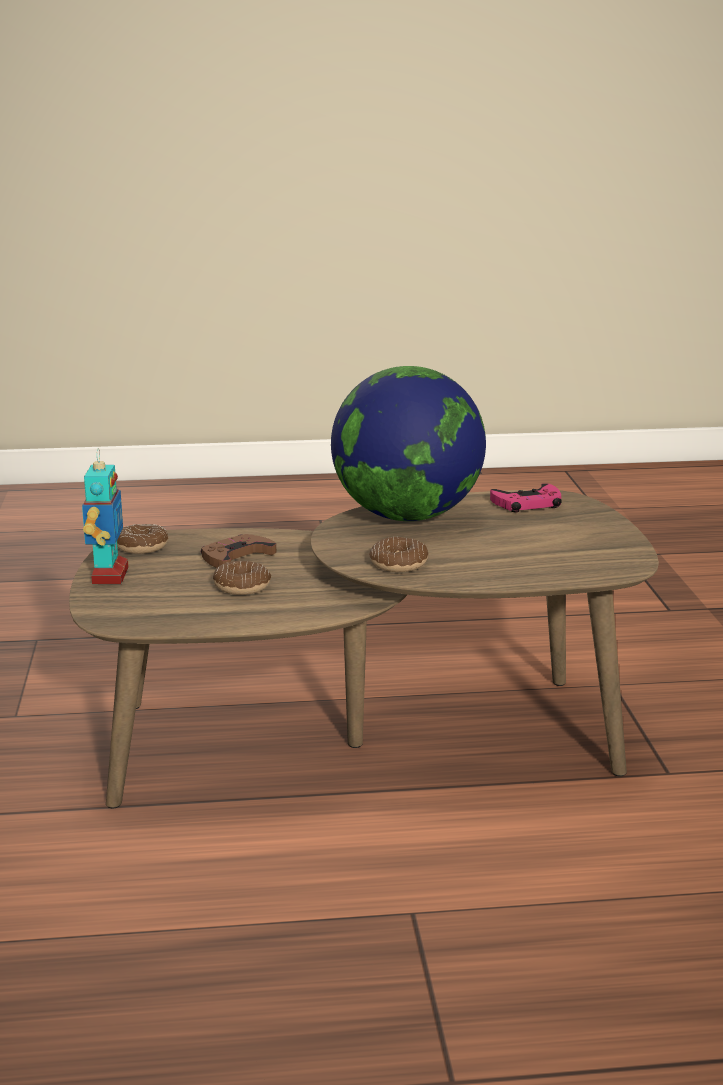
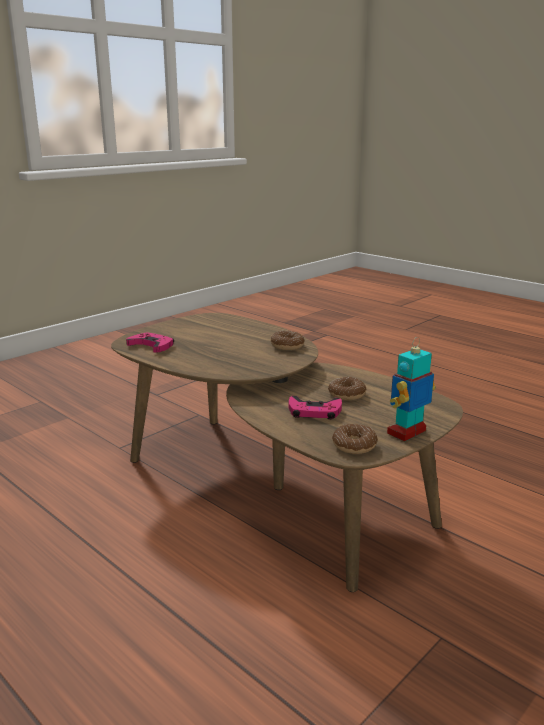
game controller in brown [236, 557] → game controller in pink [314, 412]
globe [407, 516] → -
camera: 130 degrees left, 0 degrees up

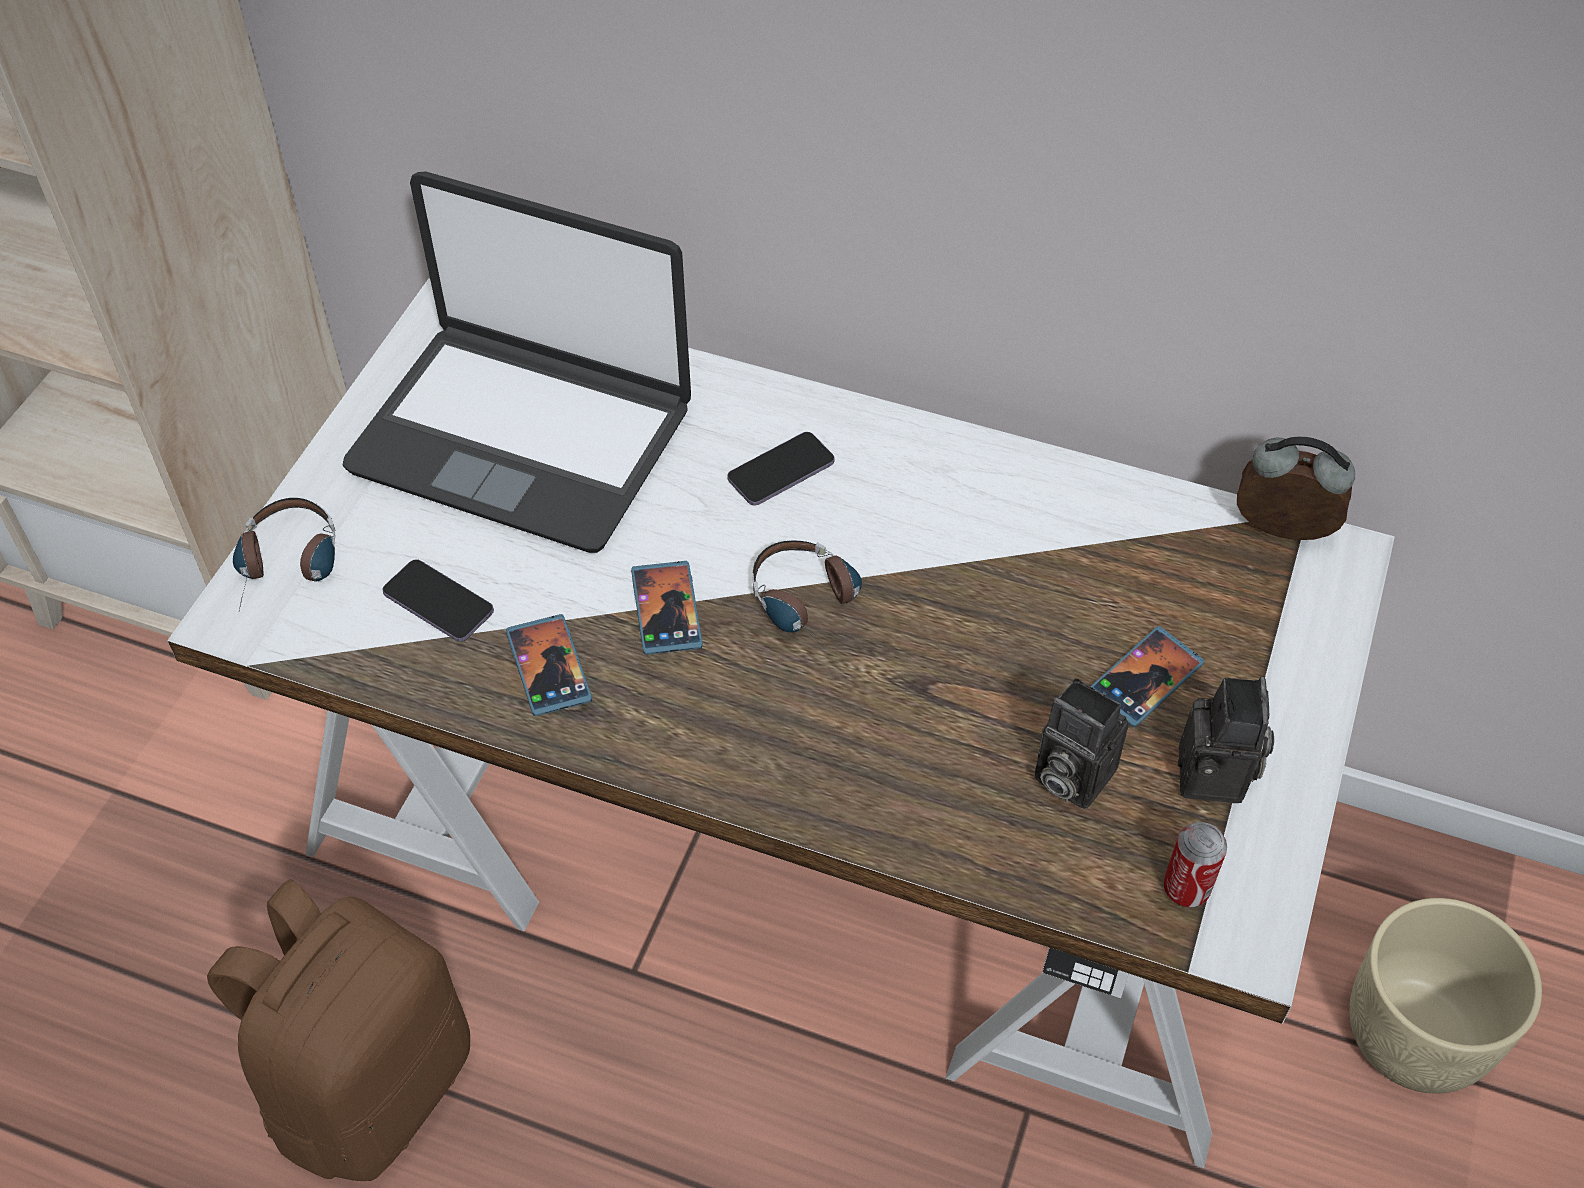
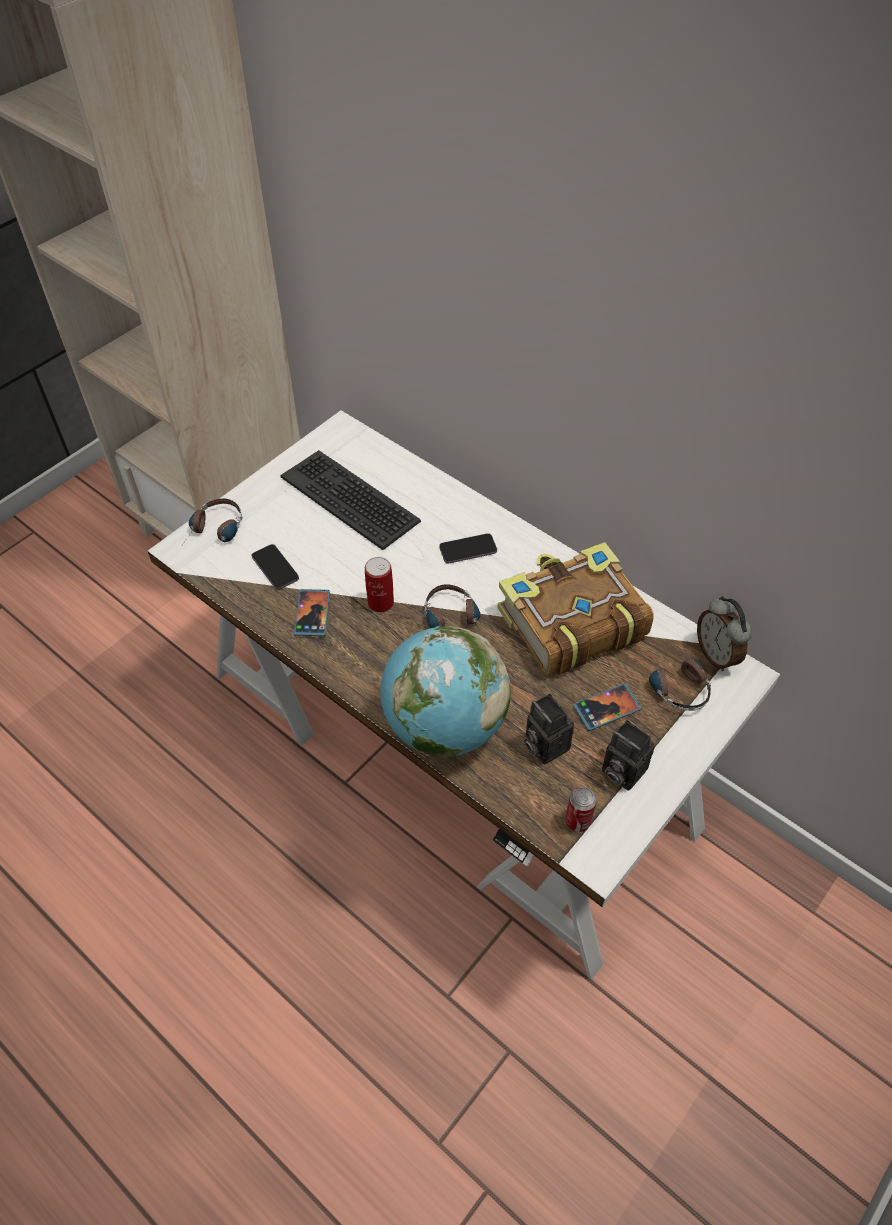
laptop [523, 437] → keyboard [350, 499]
phone [667, 610] → can [380, 602]
- → globe [444, 726]
- → book [569, 622]
photo camera [1216, 779] → photo camera [620, 770], 105 degrees clockwise
- → headphones [674, 683]
alarm clock [1281, 533] → alarm clock [716, 654], 150 degrees counterclockwise
backpack in brown [370, 1084] → -
planter in beige [1416, 1035] → -
camera: 20 degrees right, 0 degrees up

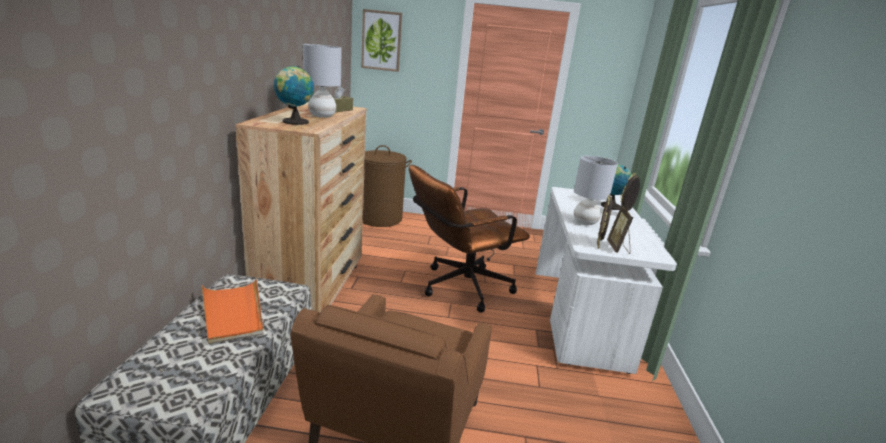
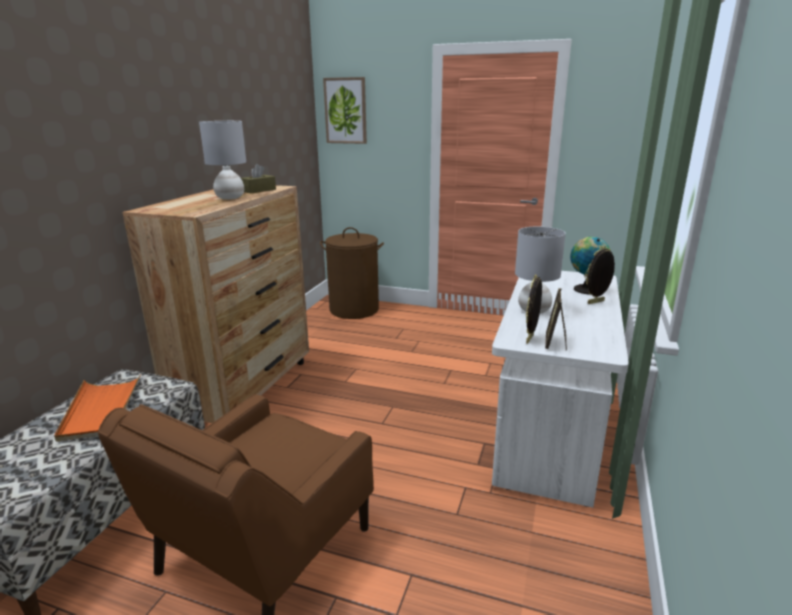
globe [294, 122] → -
office chair in brown [459, 288] → -
camera: 15 degrees right, 0 degrees up

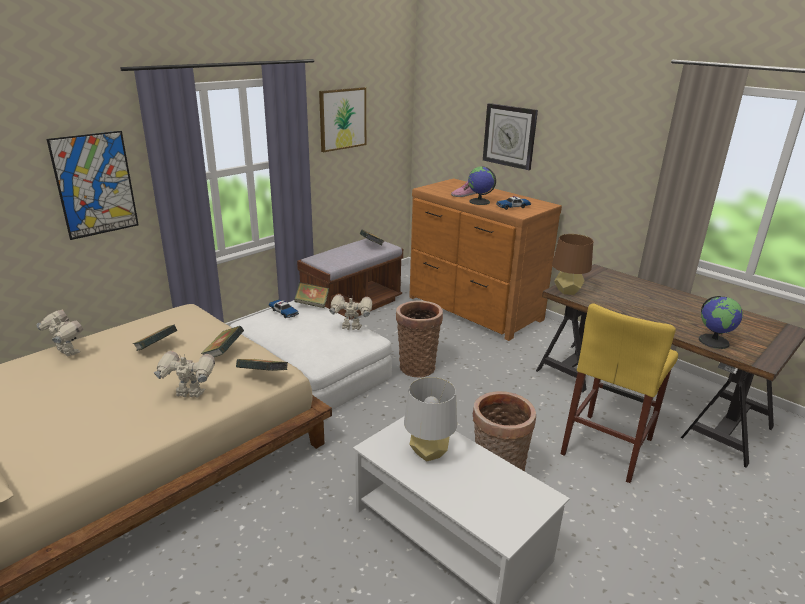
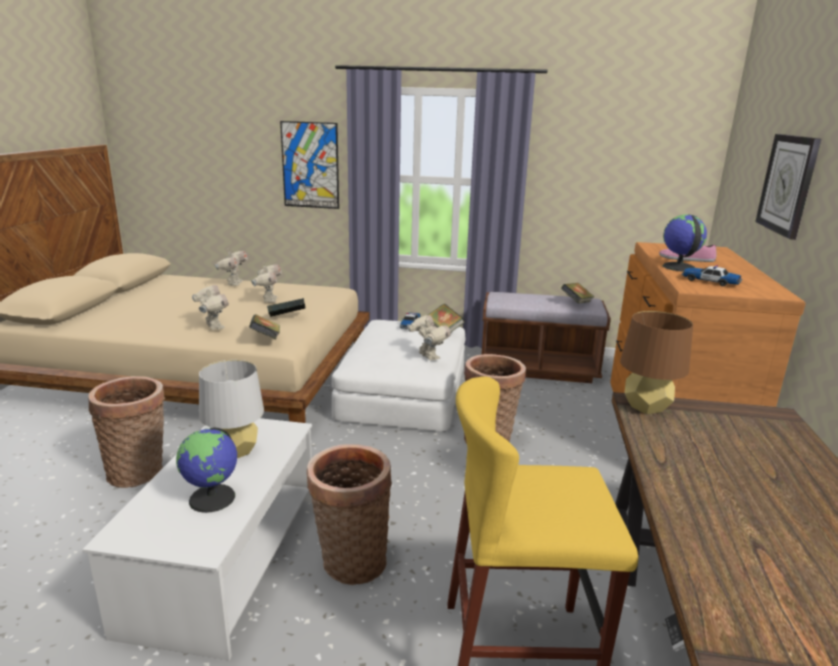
- → basket [139, 472]
globe [714, 341] → globe [213, 498], shifted
book [157, 348] → toy robot [269, 300]
picture [342, 119] → -
camera: 55 degrees right, 5 degrees down

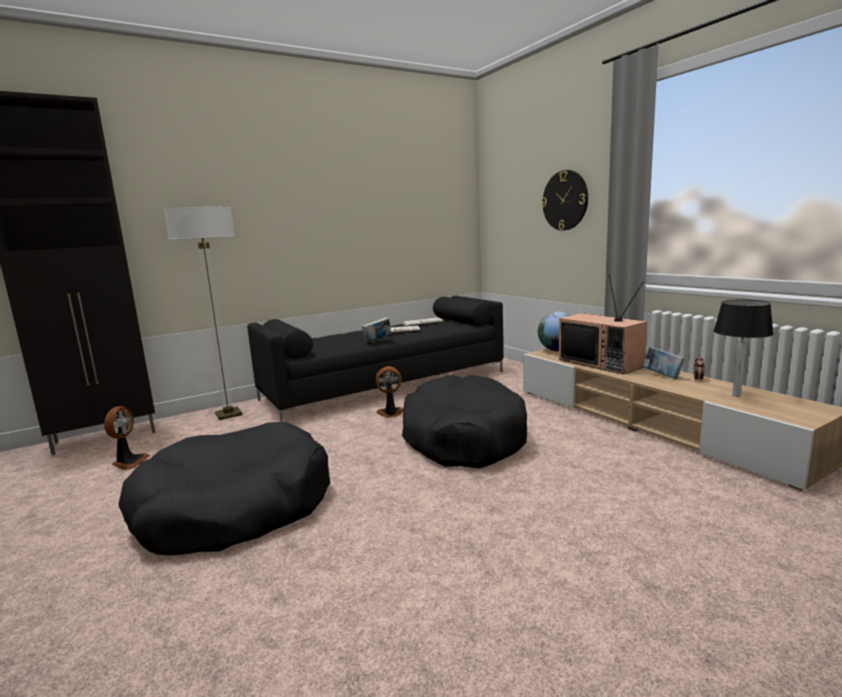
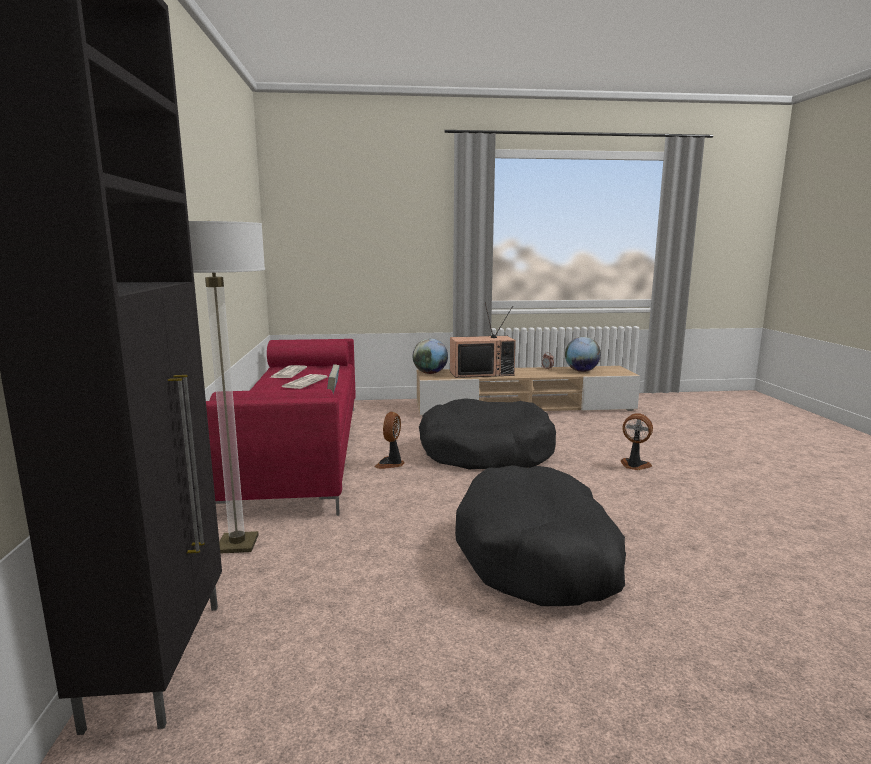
sofa in black [386, 385] → sofa in red [299, 451]
table lamp [735, 395] → globe [581, 371]
fan [129, 462] → fan [634, 465], shifted
wall clock [565, 200] → -
book [662, 376] → -
camera: 65 degrees left, 0 degrees up

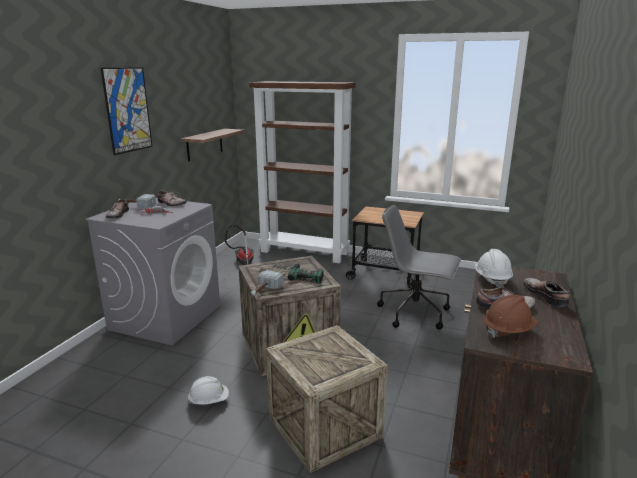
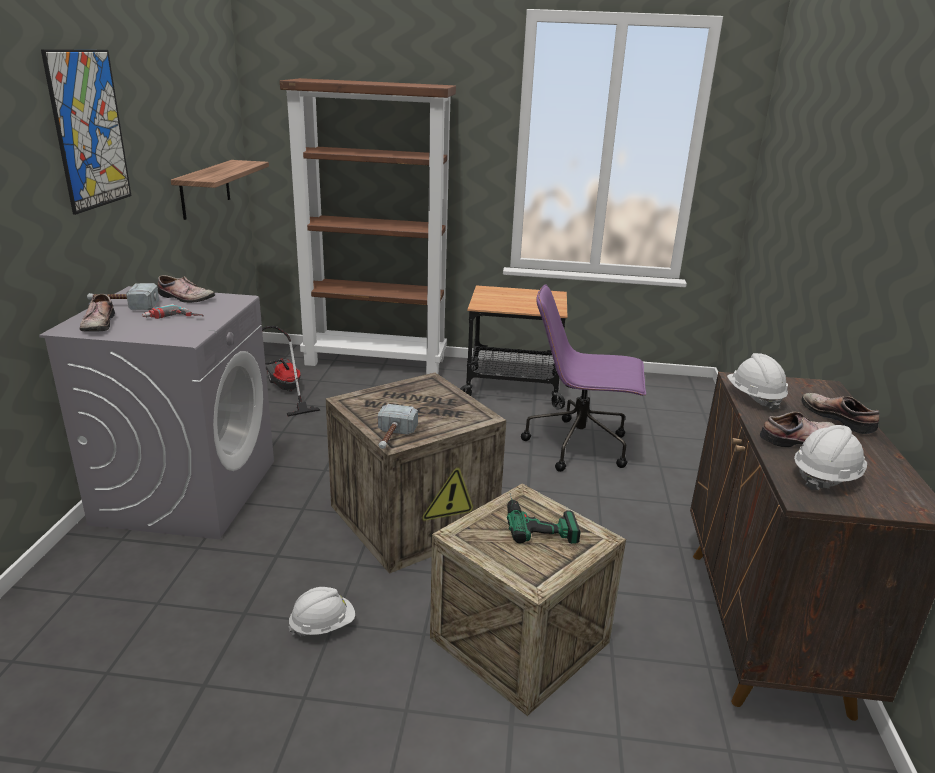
power drill [307, 274] → power drill [538, 521], shifted
office chair in grey [415, 313] → office chair in purple [579, 446]
hard hat in brown [508, 331] → hard hat in white [825, 477]
camera: 15 degrees left, 5 degrees up

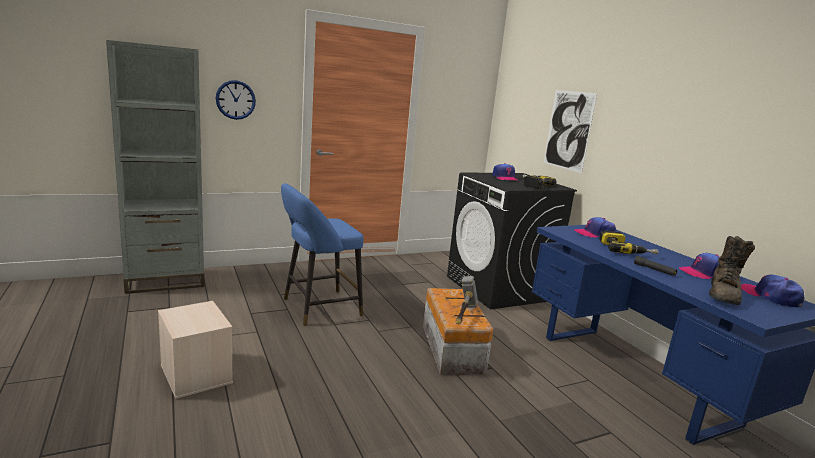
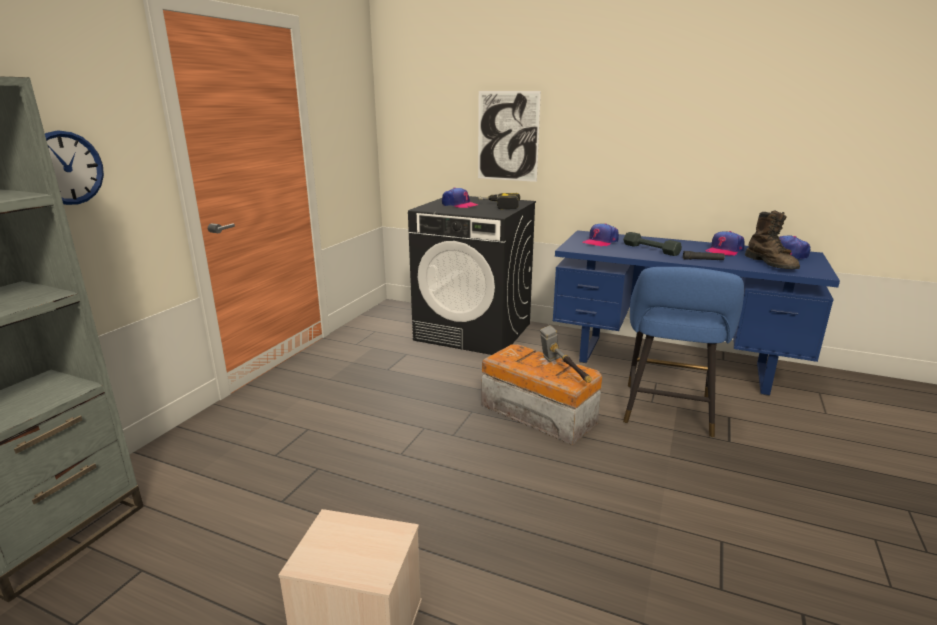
power drill [625, 250] → dumbbell in grey [650, 249]
stool in blue [317, 308] → stool in blue [667, 413], shifted
camera: 40 degrees left, 5 degrees up

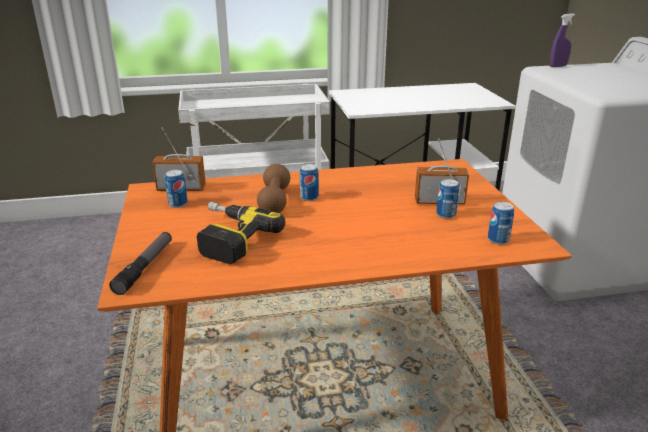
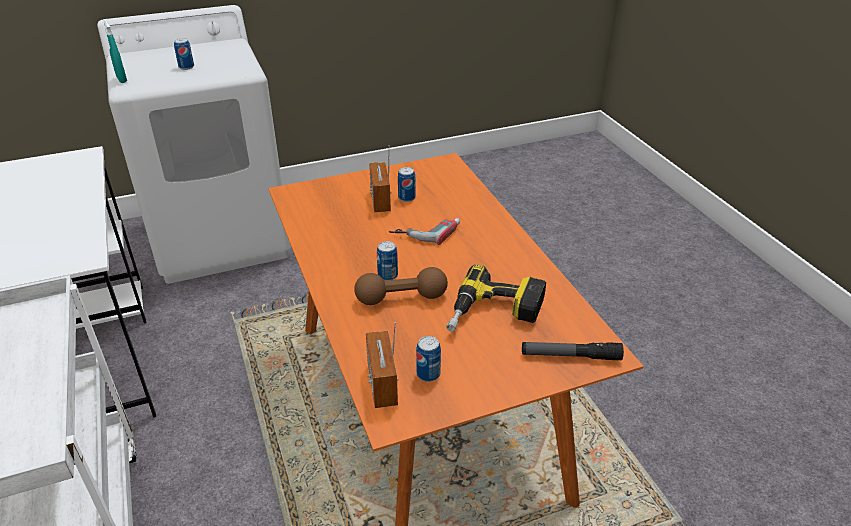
spray bottle in purple [558, 66] → spray bottle in turquoise [121, 79]
can [498, 240] → can [186, 67], shifted
- → power drill [426, 230]
camera: 100 degrees left, 10 degrees up

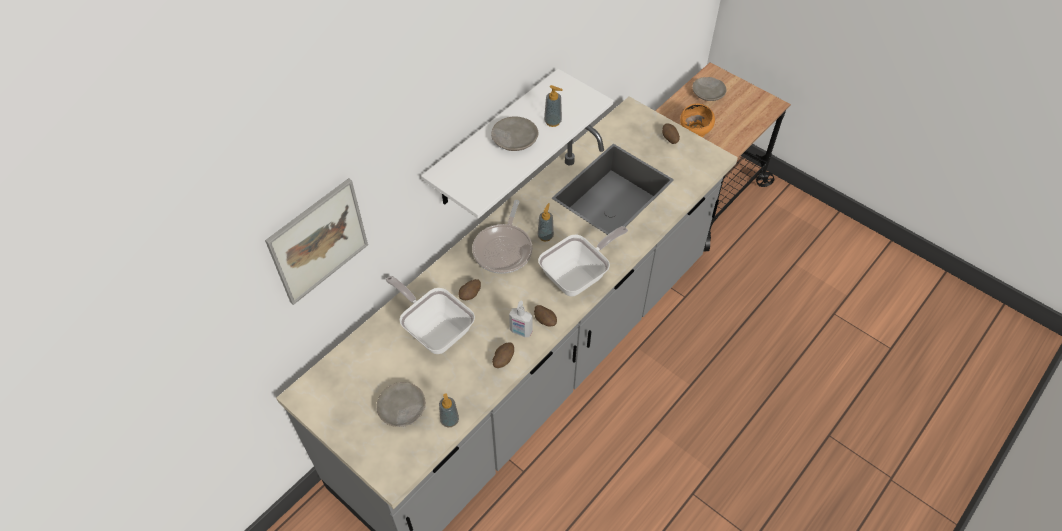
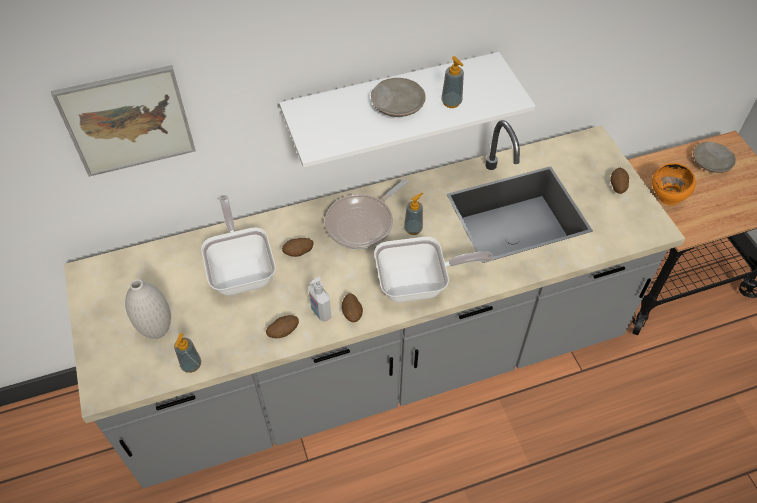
plate in beige [402, 409] → vase in white [157, 331]
camera: 30 degrees right, 0 degrees up

